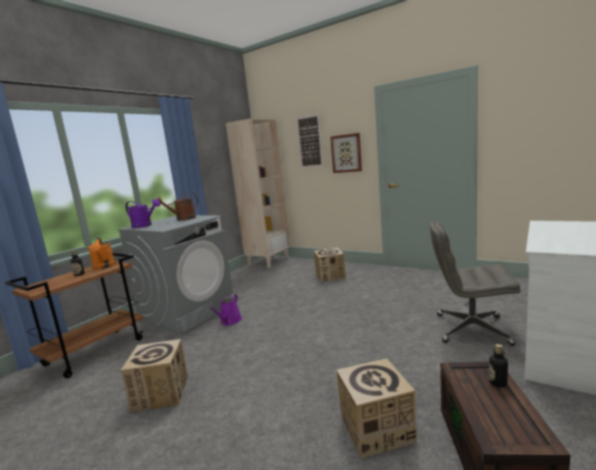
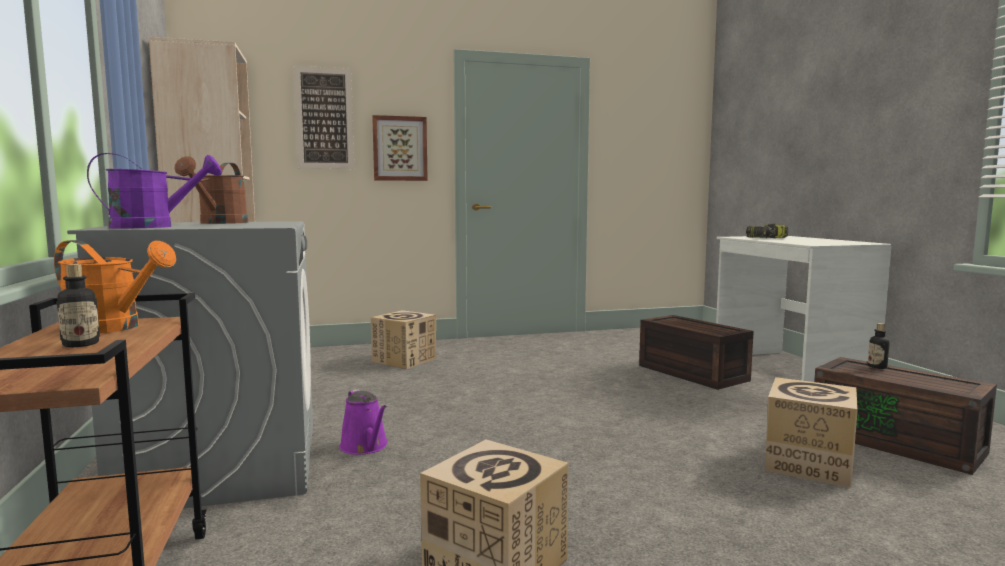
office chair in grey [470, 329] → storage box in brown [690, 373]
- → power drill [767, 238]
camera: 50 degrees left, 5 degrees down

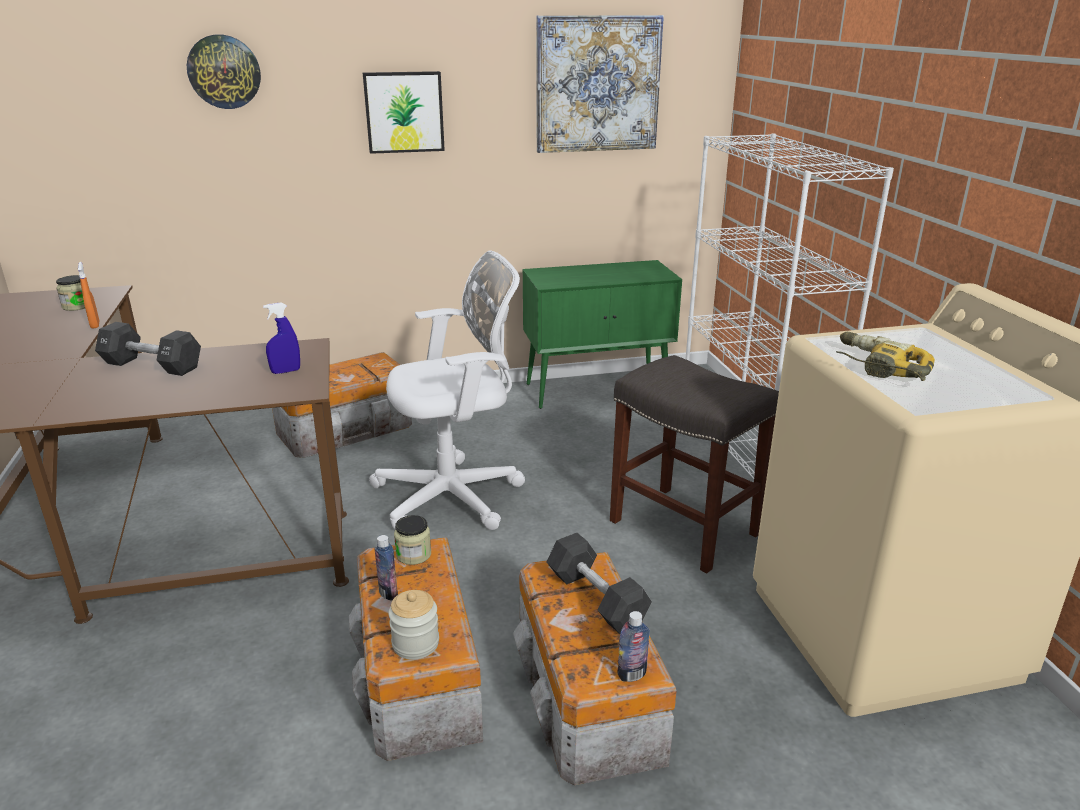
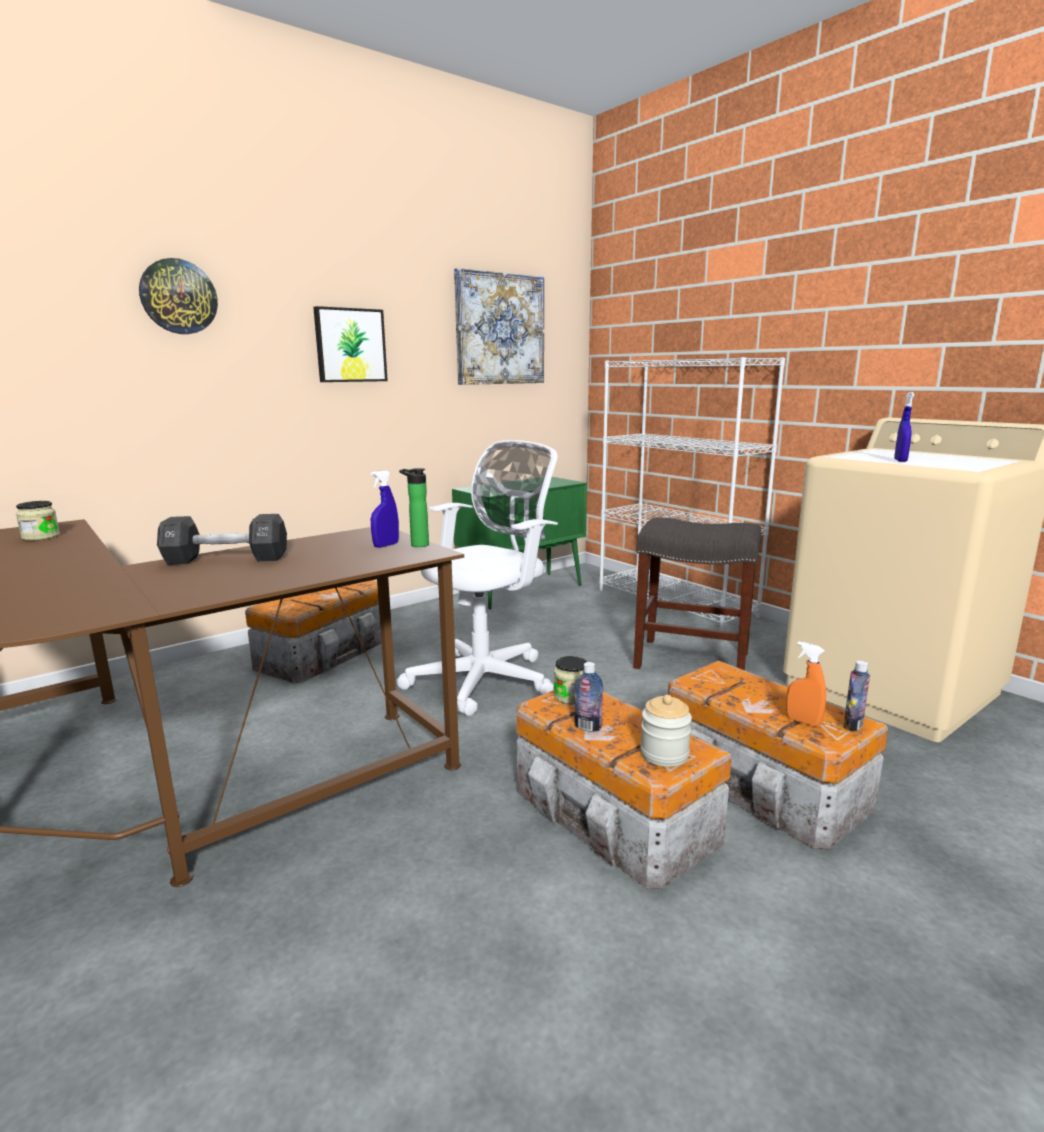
- → bottle [417, 545]
spray bottle in orange [95, 325] → spray bottle in orange [803, 721], shifted
power drill [878, 367] → spray bottle in blue [900, 461]
dumbbell in black [596, 598] → -
camera: 25 degrees left, 10 degrees down

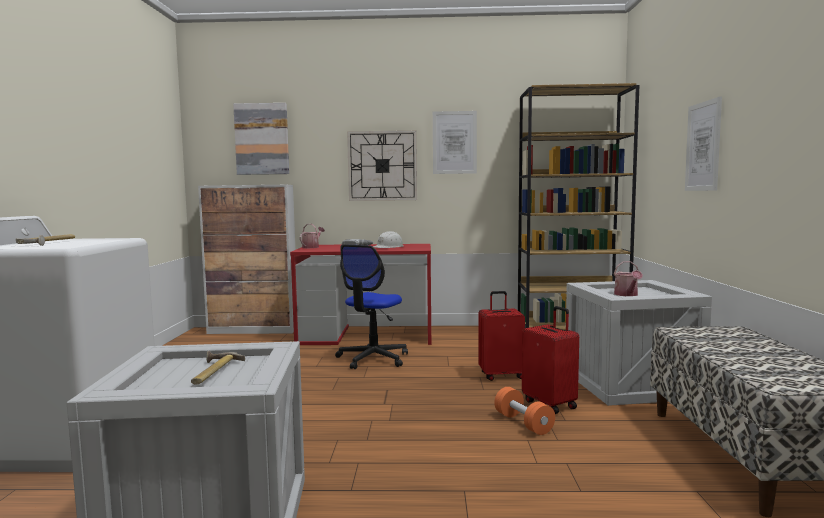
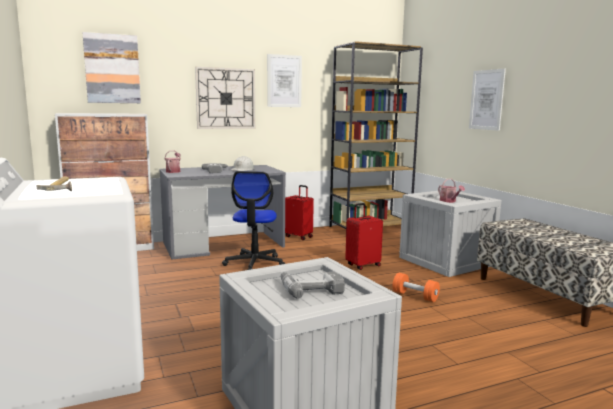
desk in red [367, 335] → desk in grey [223, 244]
hammer [212, 372] → power drill [310, 288]
suitcase in red [550, 404] → suitcase in red [299, 236], shifted
camera: 25 degrees left, 5 degrees up

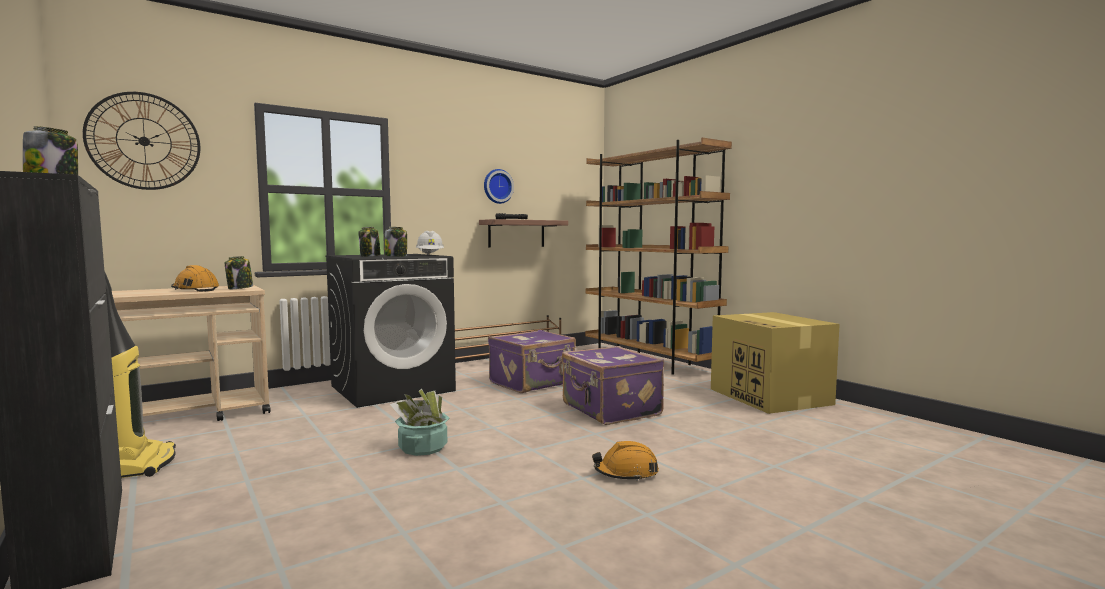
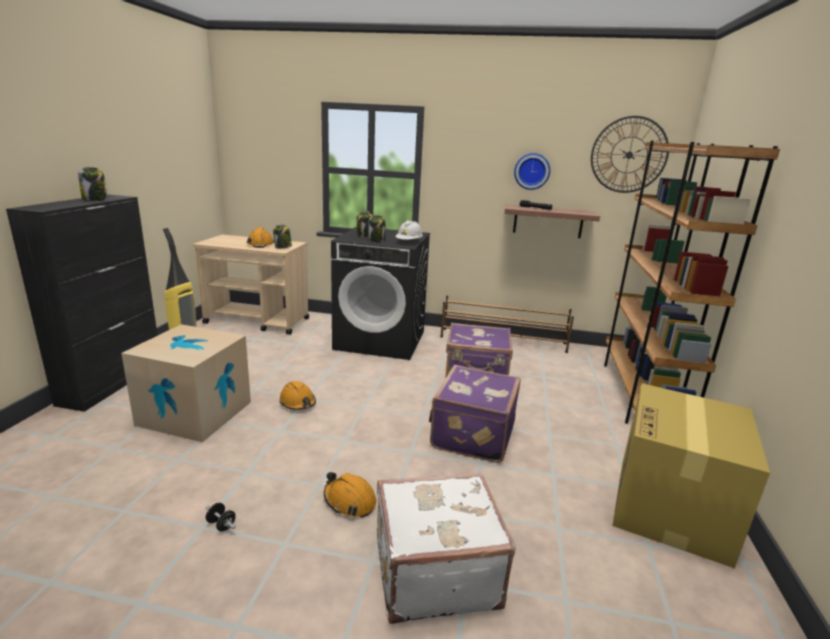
- → cardboard box [195, 413]
- → dumbbell in black [221, 525]
potted plant [423, 448] → hard hat in orange [298, 402]
- → suitcase in white [434, 571]
wall clock [144, 141] → wall clock [629, 155], shifted
camera: 45 degrees right, 15 degrees up

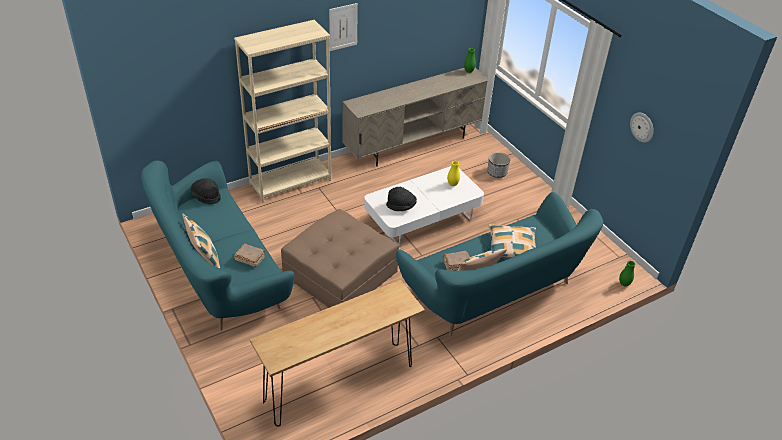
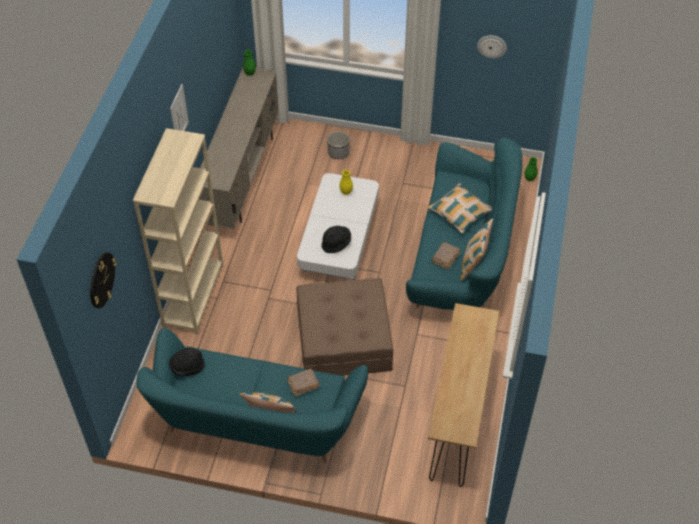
- → wall clock [101, 280]
camera: 45 degrees left, 10 degrees up

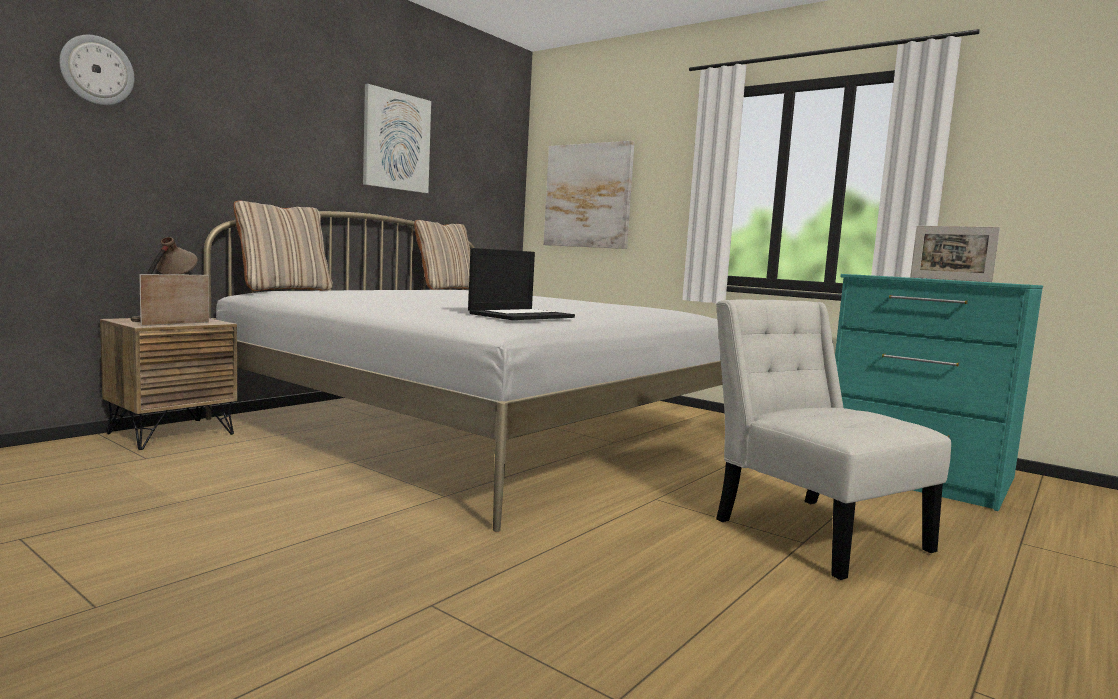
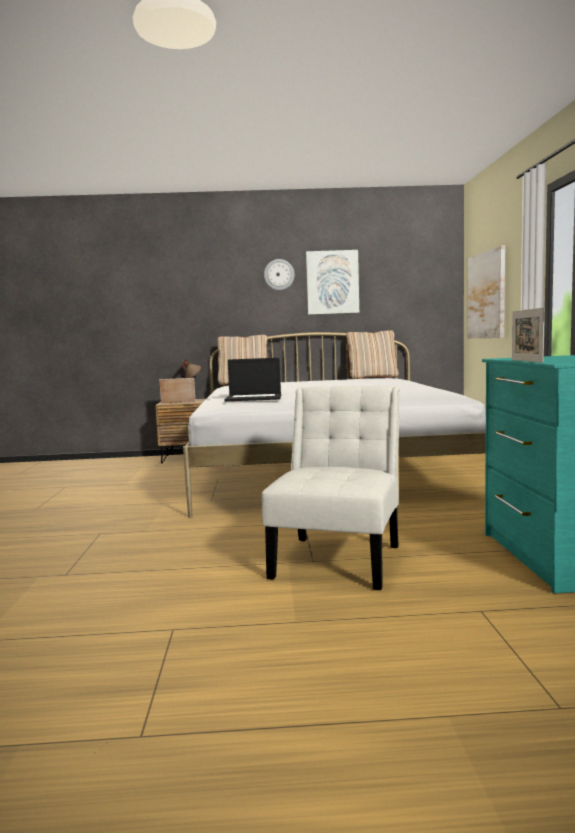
wall clock [97, 70] → wall clock [279, 274], shifted
camera: 50 degrees right, 0 degrees up

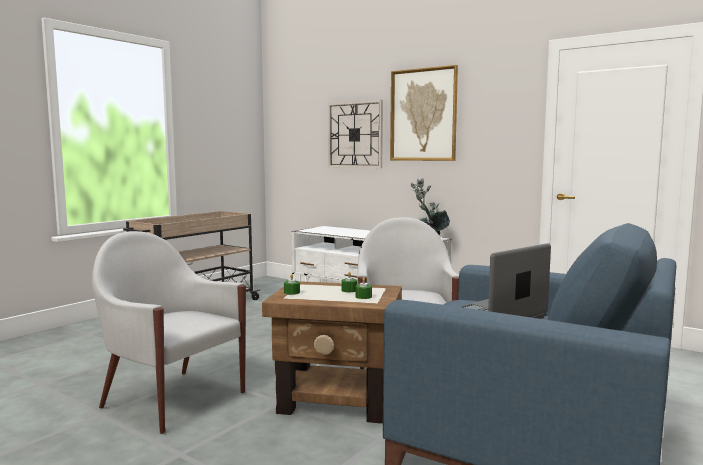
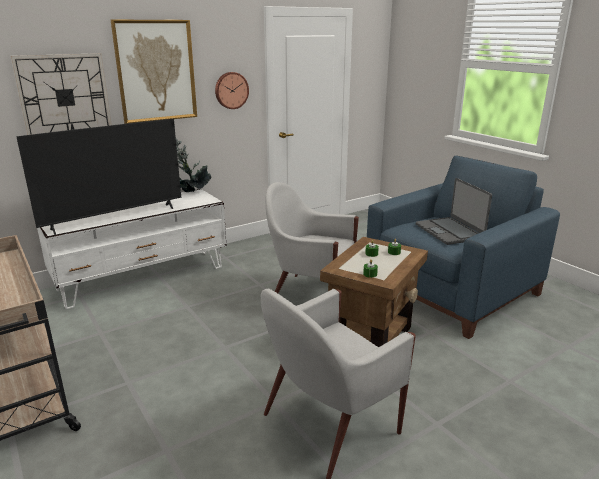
- → television [115, 218]
- → wall clock [231, 90]
camera: 70 degrees left, 15 degrees up

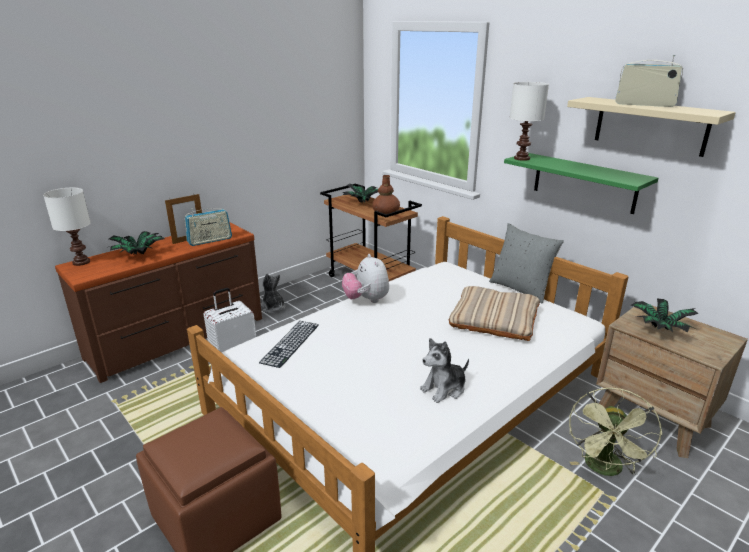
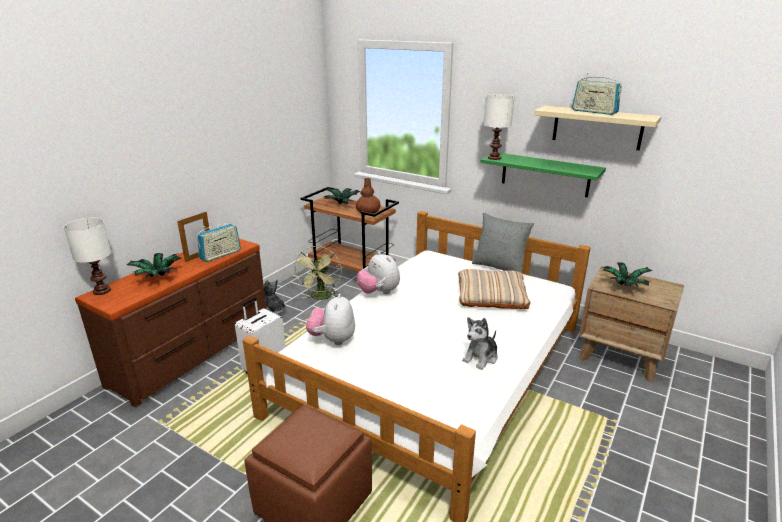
fan in green [604, 469] → fan in green [321, 298], shifted
keyboard [290, 343] → plush toy [333, 339]
radio [644, 104] → radio [594, 112], 150 degrees counterclockwise
camera: 15 degrees left, 0 degrees up

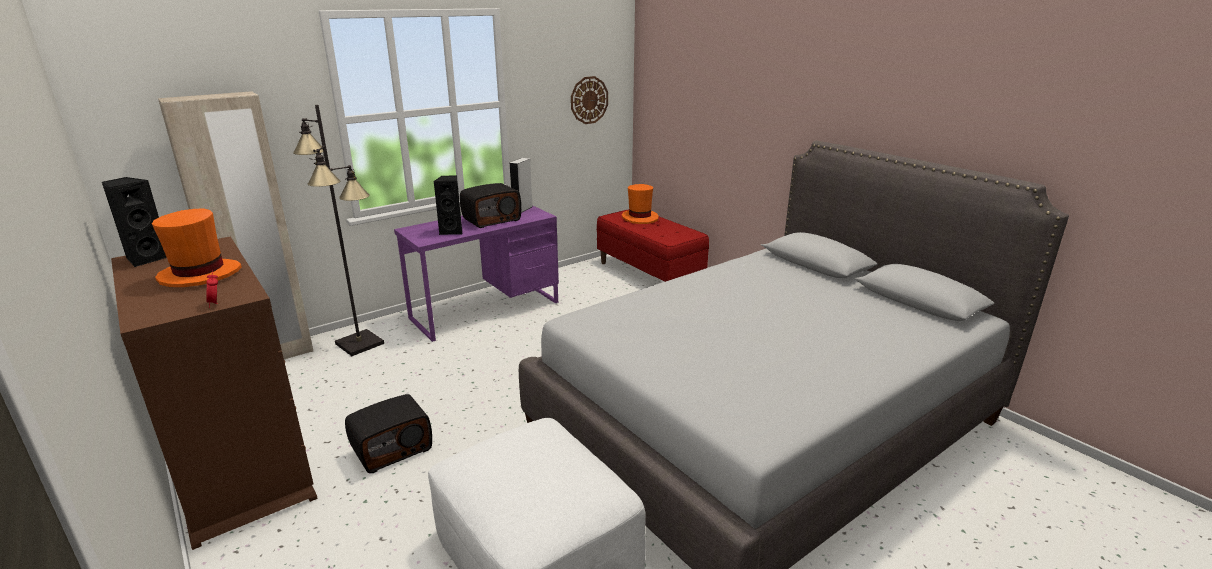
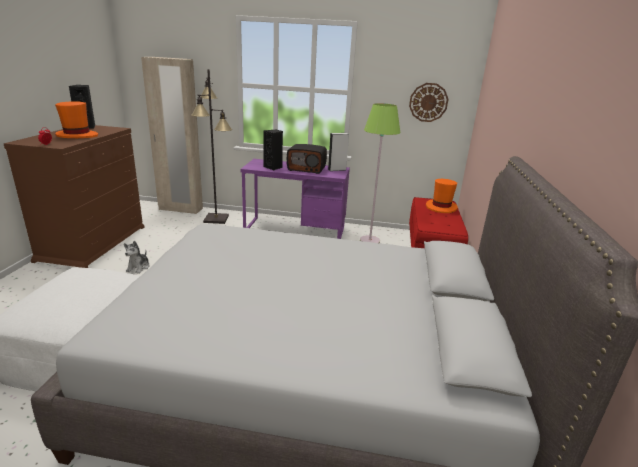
radio [392, 448] → plush toy [138, 267]
- → floor lamp in green [369, 241]
camera: 45 degrees right, 0 degrees up

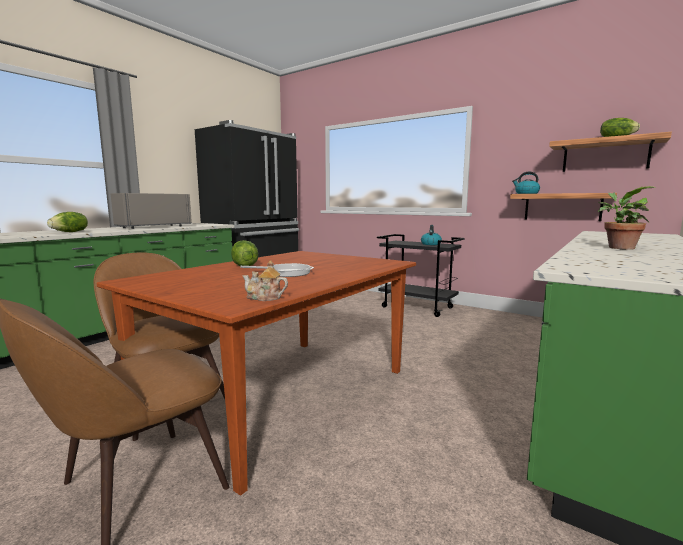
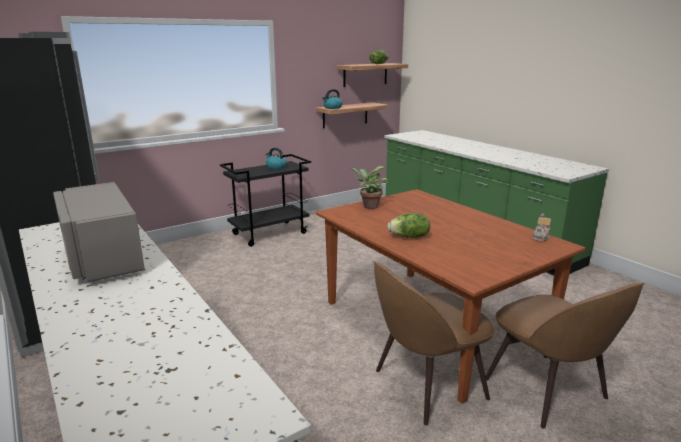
potted plant [618, 248] → potted plant [368, 206], shifted
lettuce [70, 232] → -
frying pan [285, 273] → -
camera: 70 degrees left, 10 degrees up

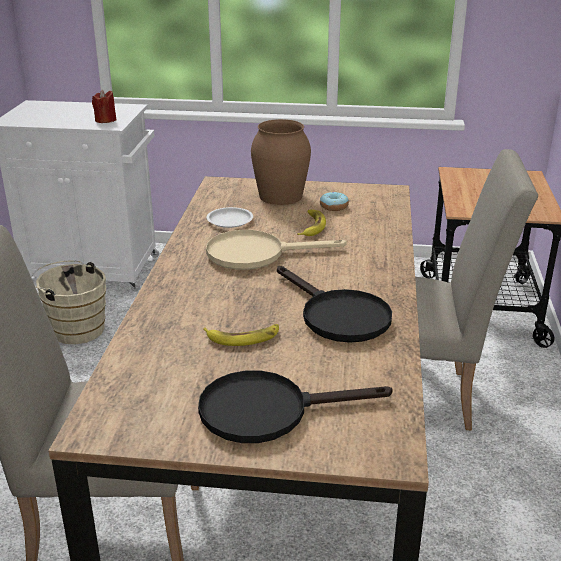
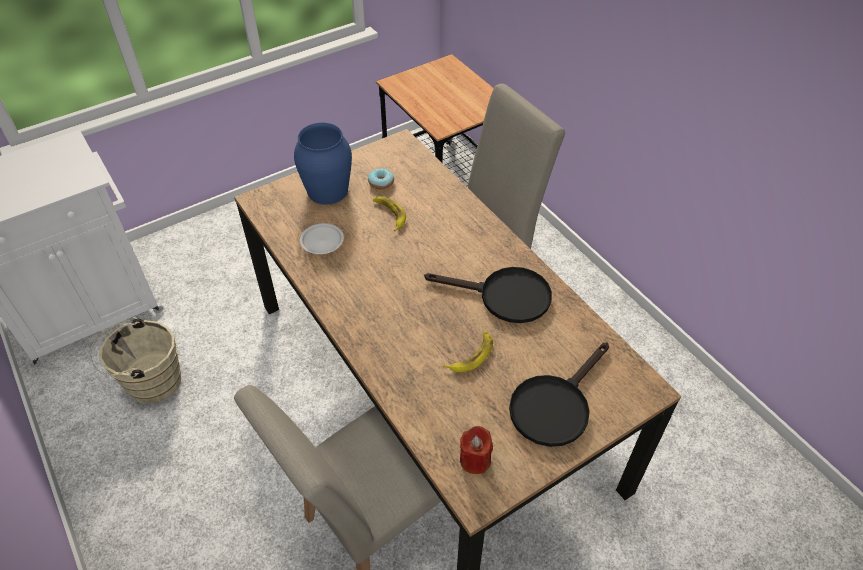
vase in brown [280, 196] → vase in blue [327, 191]
candle in red [105, 120] → candle in red [475, 460], shifted
frying pan in beige [256, 254] → -
camera: 40 degrees left, 20 degrees up

